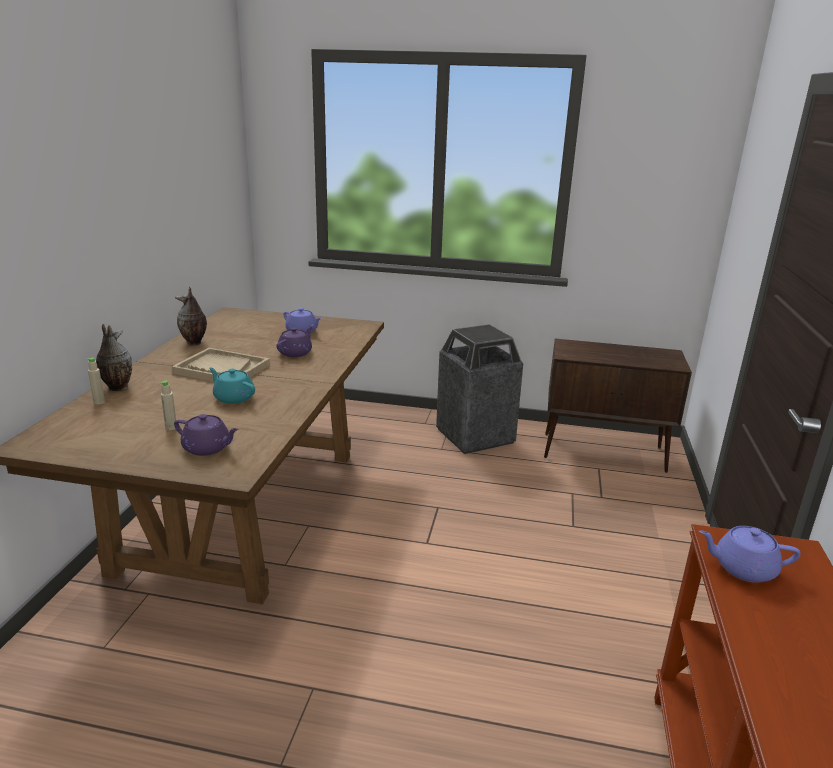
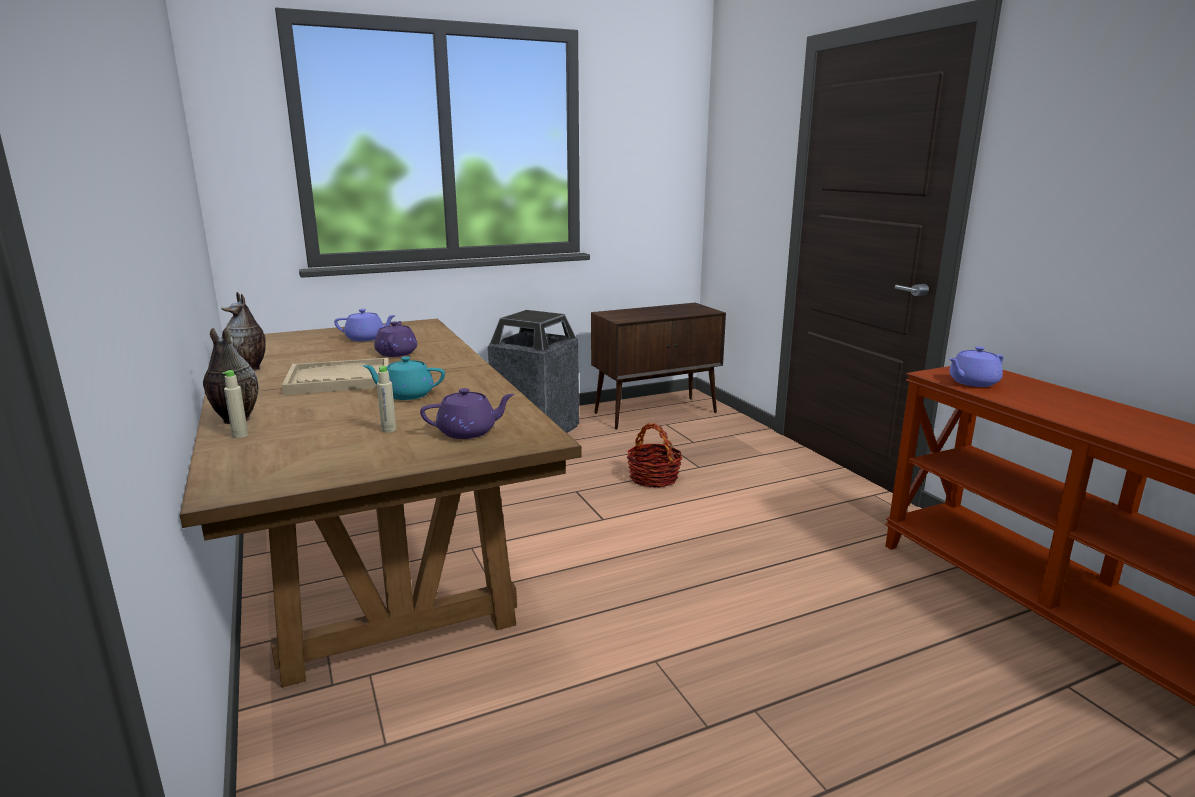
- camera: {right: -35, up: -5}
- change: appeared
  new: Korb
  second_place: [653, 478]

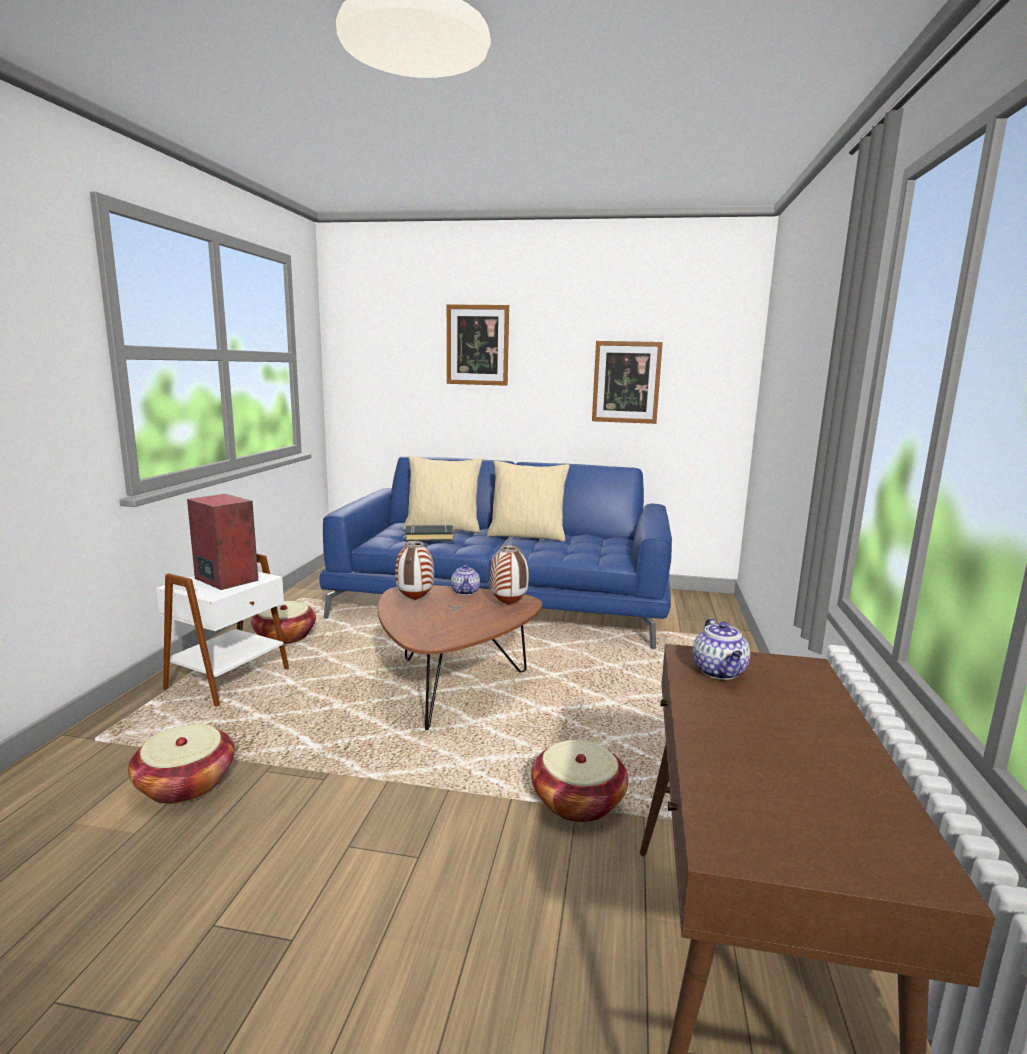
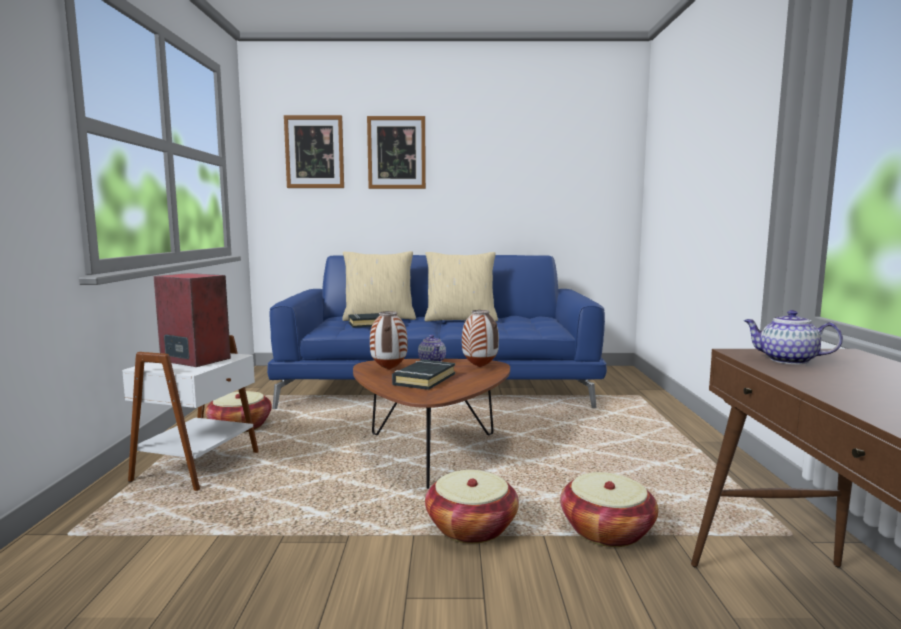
- camera: {right: -10, up: -5}
- change: relocated
  old: Korb
  first_place: [185, 784]
  second_place: [471, 527]
- change: relocated
  old: Bild
  first_place: [626, 382]
  second_place: [314, 152]
- change: spun
  old: Teekanne
  first_place: [720, 672]
  second_place: [786, 360]
  degrees: 135
- change: appeared
  new: Buch/schwarz
  second_place: [424, 379]

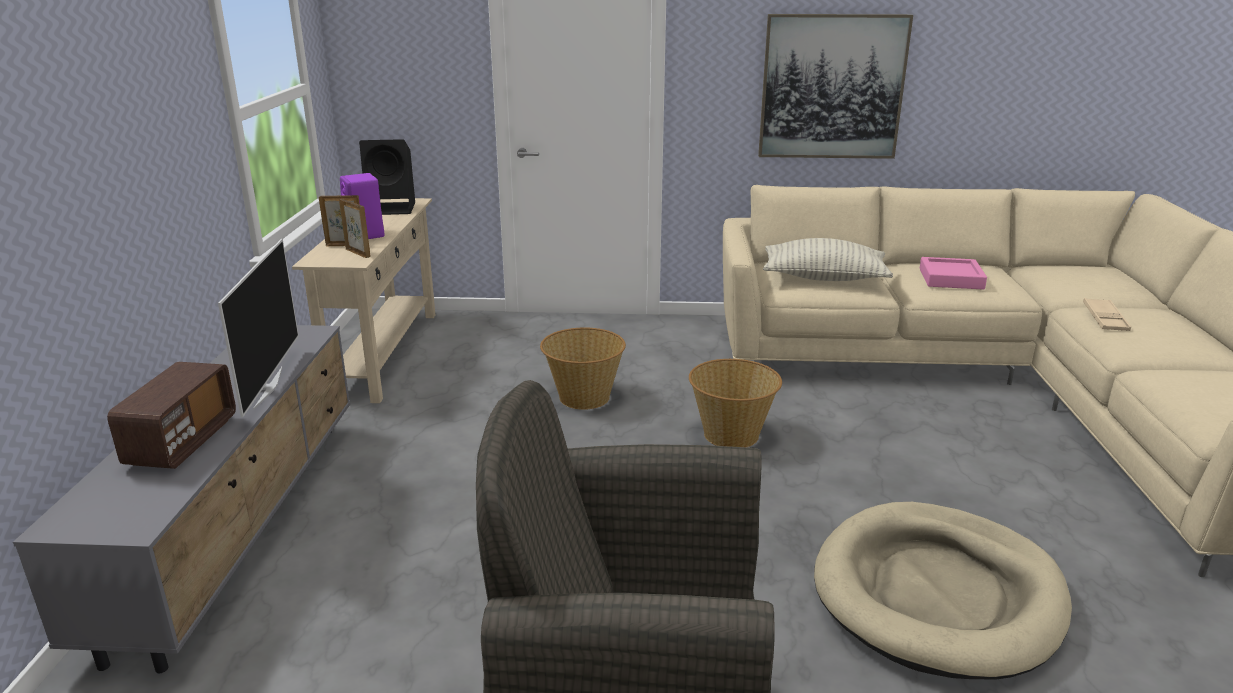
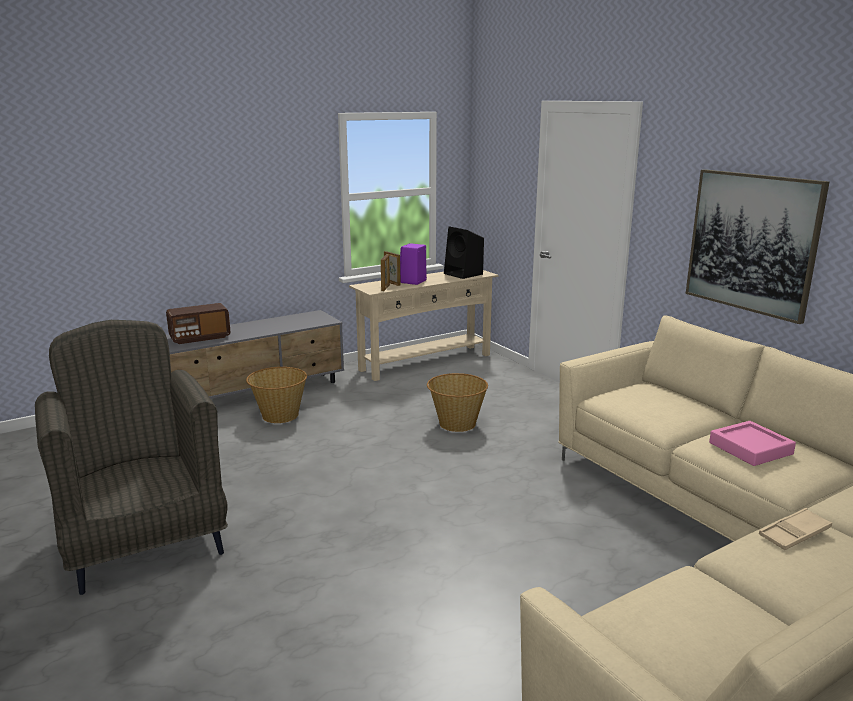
- camera: {right: 55, up: -5}
- change: missing
  old: Fernseher
  first_place: [266, 387]
- change: relocated
  old: Korb
  first_place: [731, 435]
  second_place: [279, 416]
- change: missing
  old: Kissen
  first_place: [824, 278]
- change: missing
  old: Hundebett/beige
  first_place: [937, 594]

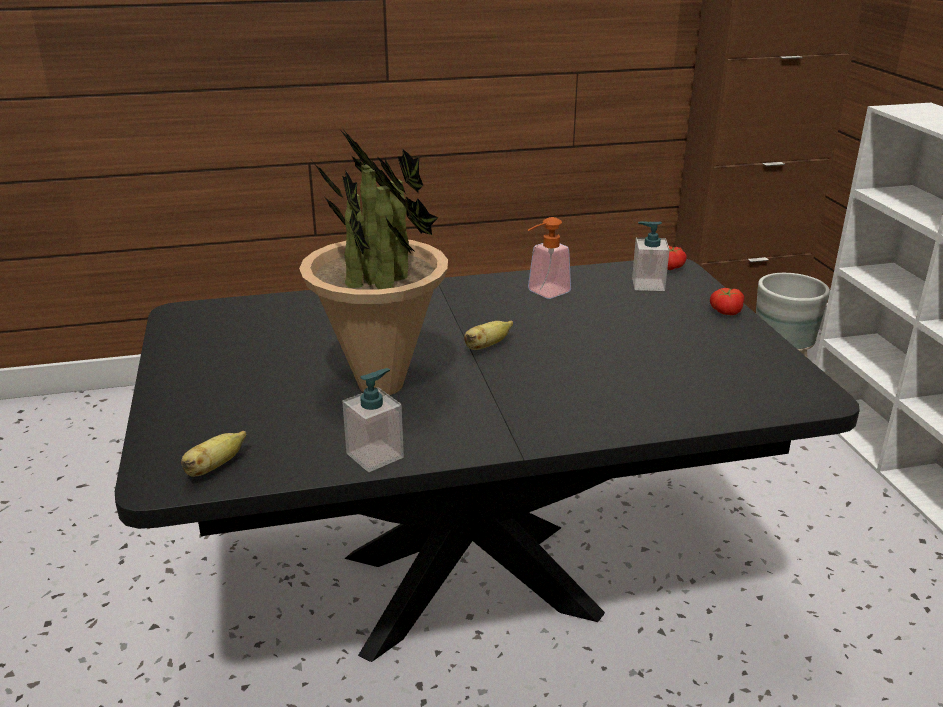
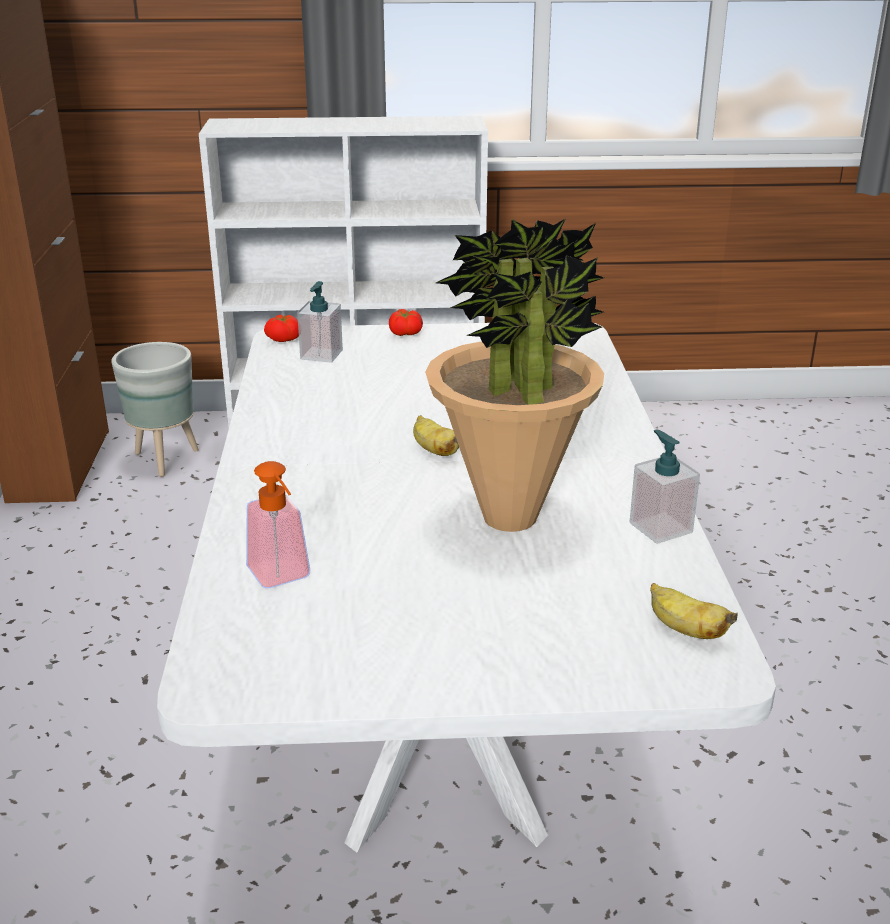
- camera: {right: -80, up: 0}
- change: colour
  old: Esstisch/schwarz
  new: Esstisch/weiß
  first_place: [471, 586]
  second_place: [443, 739]
- change: relocated
  old: Seifenspender
  first_place: [543, 293]
  second_place: [283, 578]

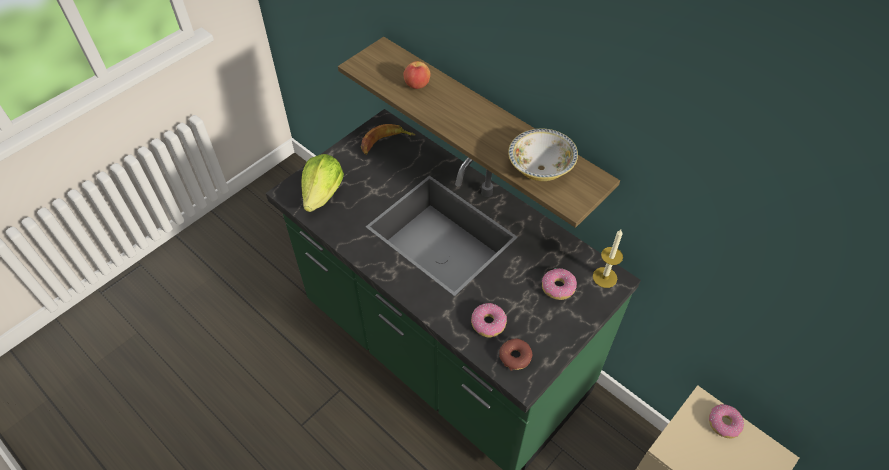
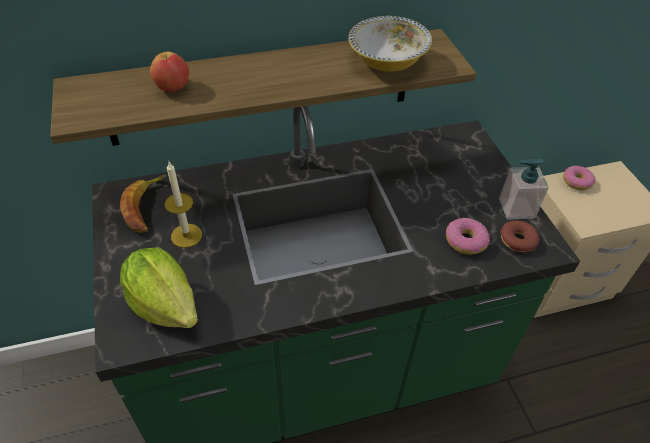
- camera: {right: -60, up: -5}
- change: missing
  old: Donut
  first_place: [558, 287]
- change: relocated
  old: Kerze
  first_place: [604, 277]
  second_place: [186, 235]
- change: appeared
  new: Seifenspender
  second_place: [516, 208]

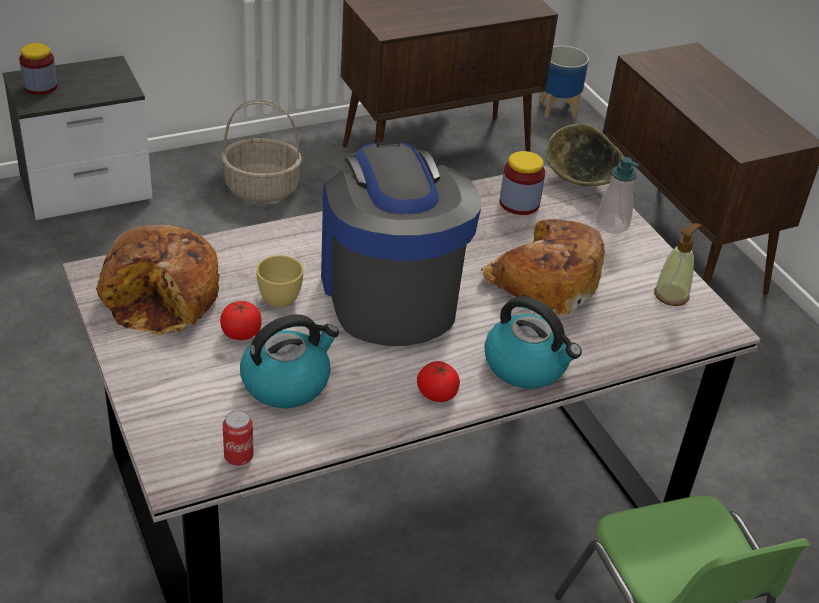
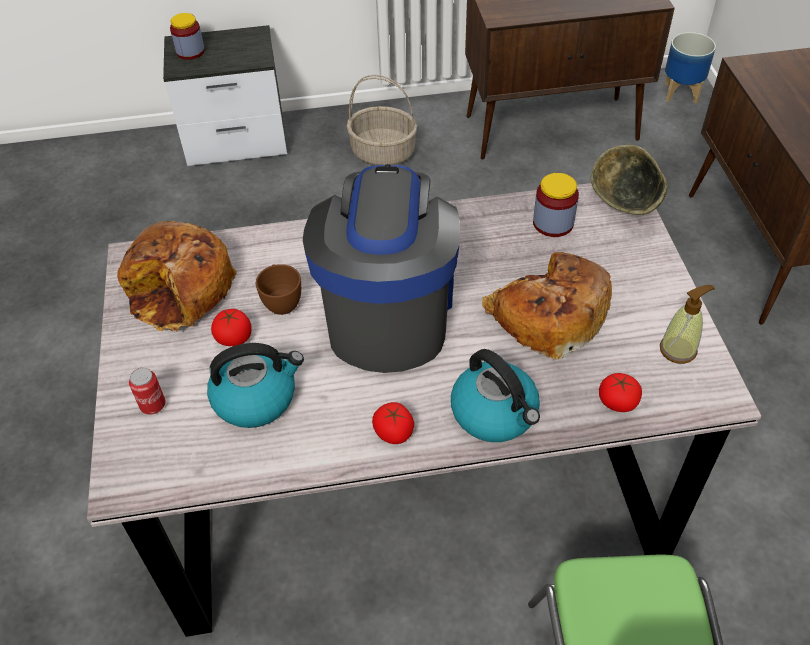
- camera: {right: 20, up: 10}
- change: relocated
  old: Dose
  first_place: [238, 457]
  second_place: [153, 405]
- change: colour
  old: Tasse/gelb
  new: Tasse/braun
  first_place: [277, 296]
  second_place: [281, 301]
- change: missing
  old: Seifenspender
  first_place: [612, 225]
- change: appeared
  new: Tomate
  second_place: [617, 402]

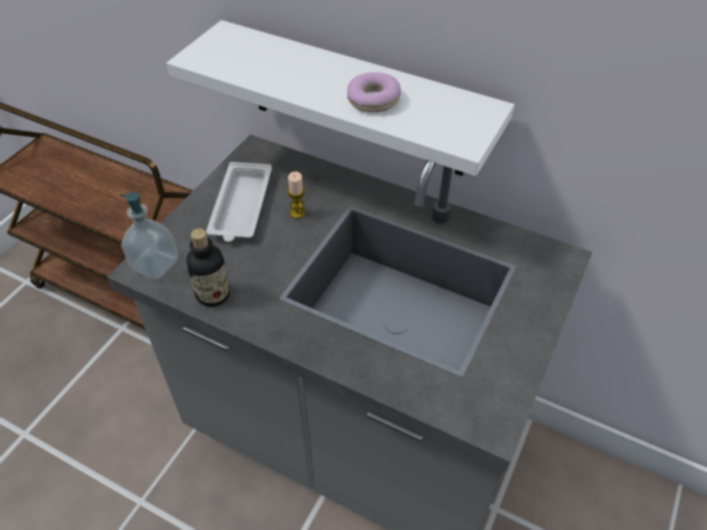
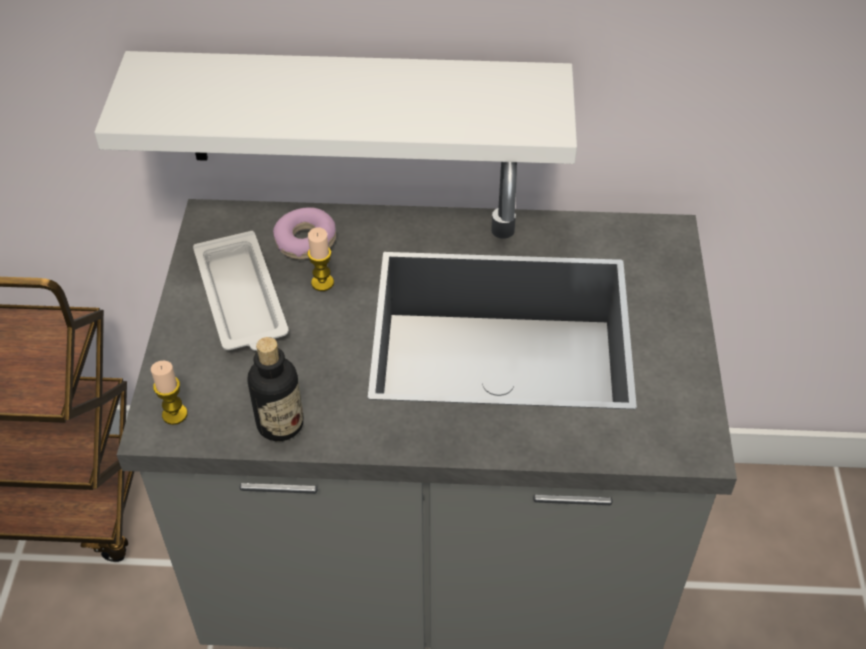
- camera: {right: -25, up: 0}
- change: exchanged
  old: Seifenspender
  new: Kerze
  first_place: [155, 264]
  second_place: [174, 414]
- change: relocated
  old: Donut
  first_place: [373, 100]
  second_place: [305, 241]

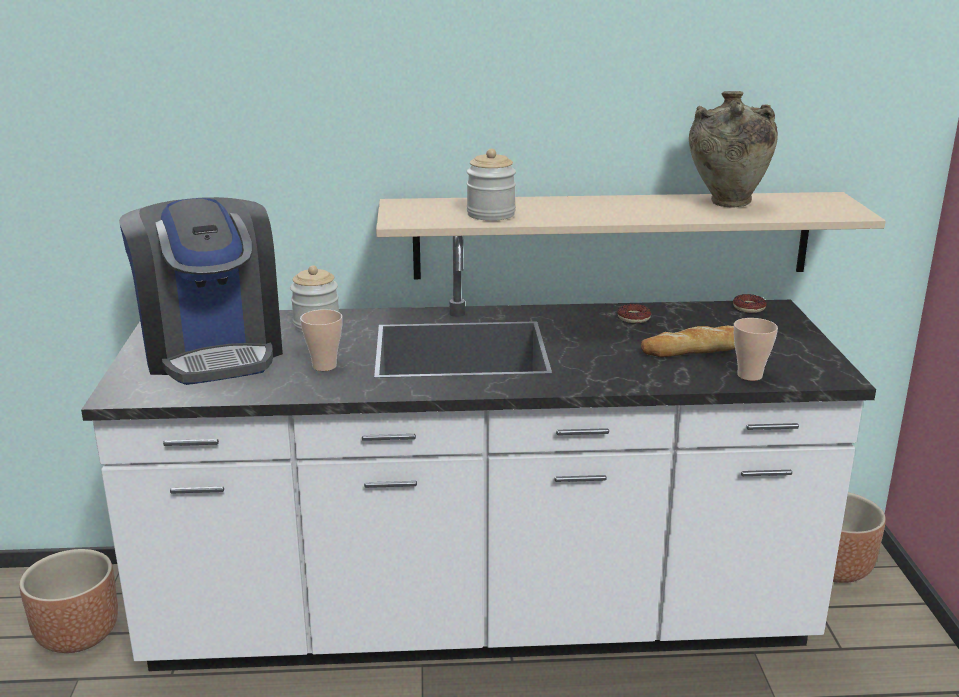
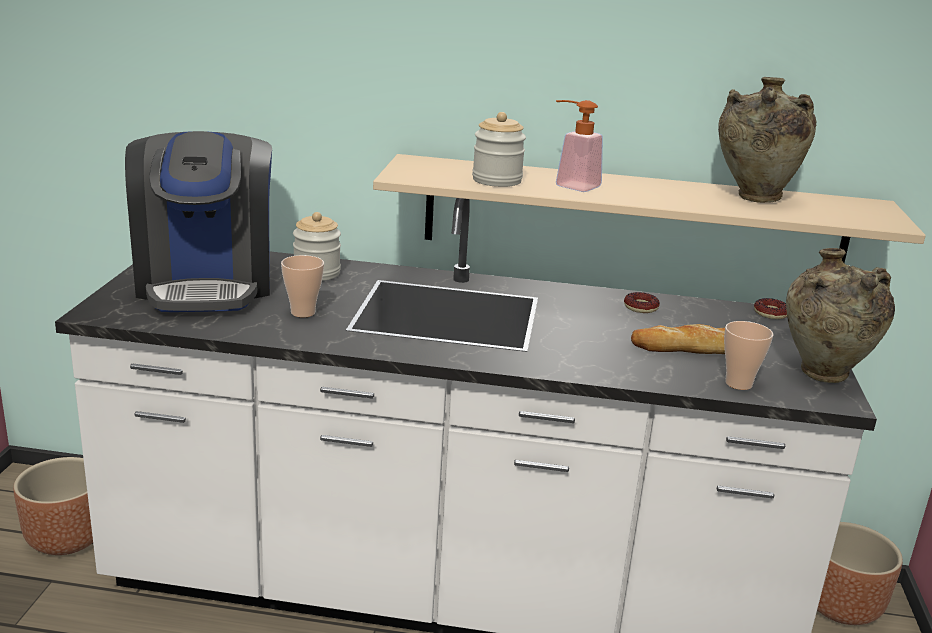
- camera: {right: 10, up: 0}
- change: appeared
  new: Seifenspender
  second_place: [571, 185]
- change: appeared
  new: Vase/beige
  second_place: [823, 376]

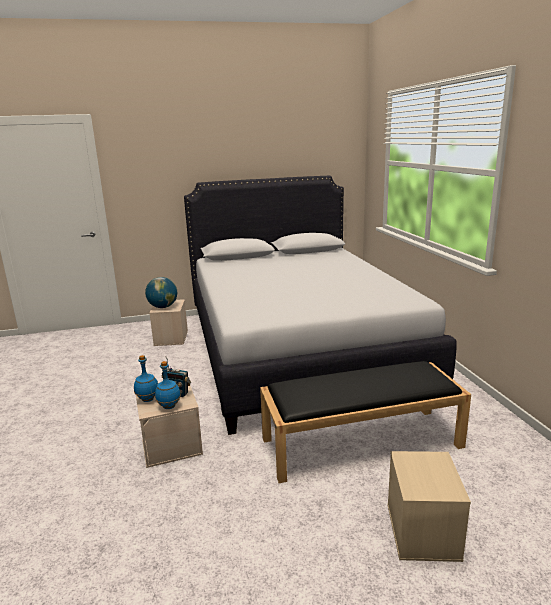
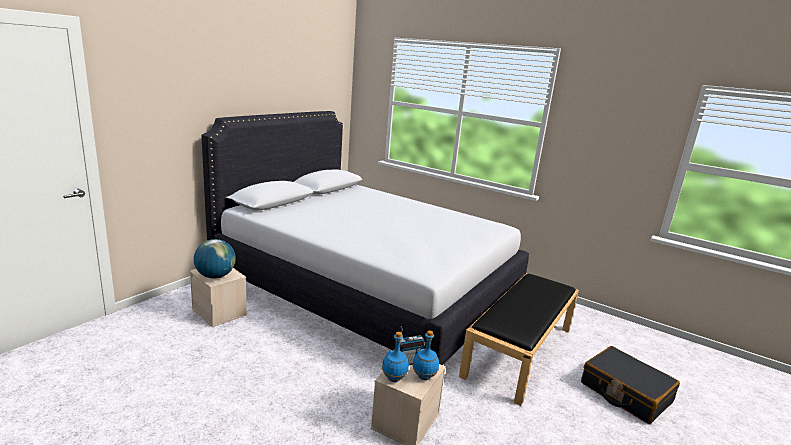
- camera: {right: -45, up: 0}
- change: exchanged
  old: Aufbewahrungsbox/beige
  new: Koffer/schwarz
  first_place: [423, 532]
  second_place: [625, 393]

